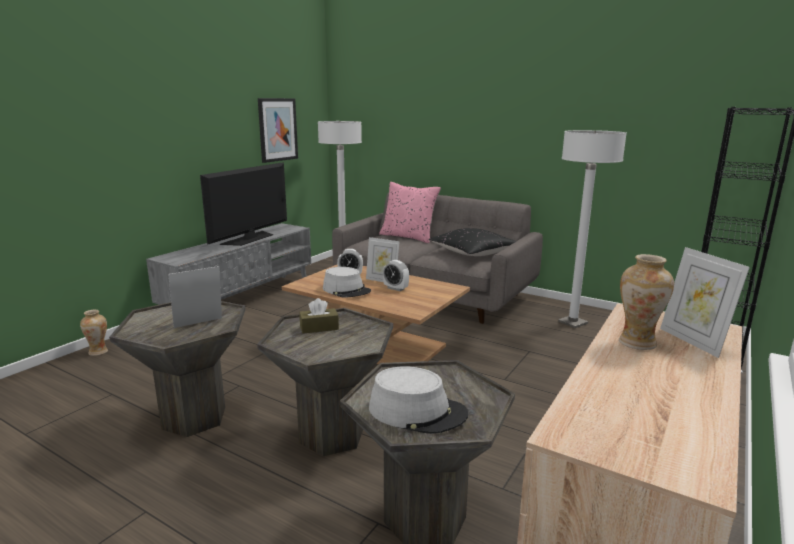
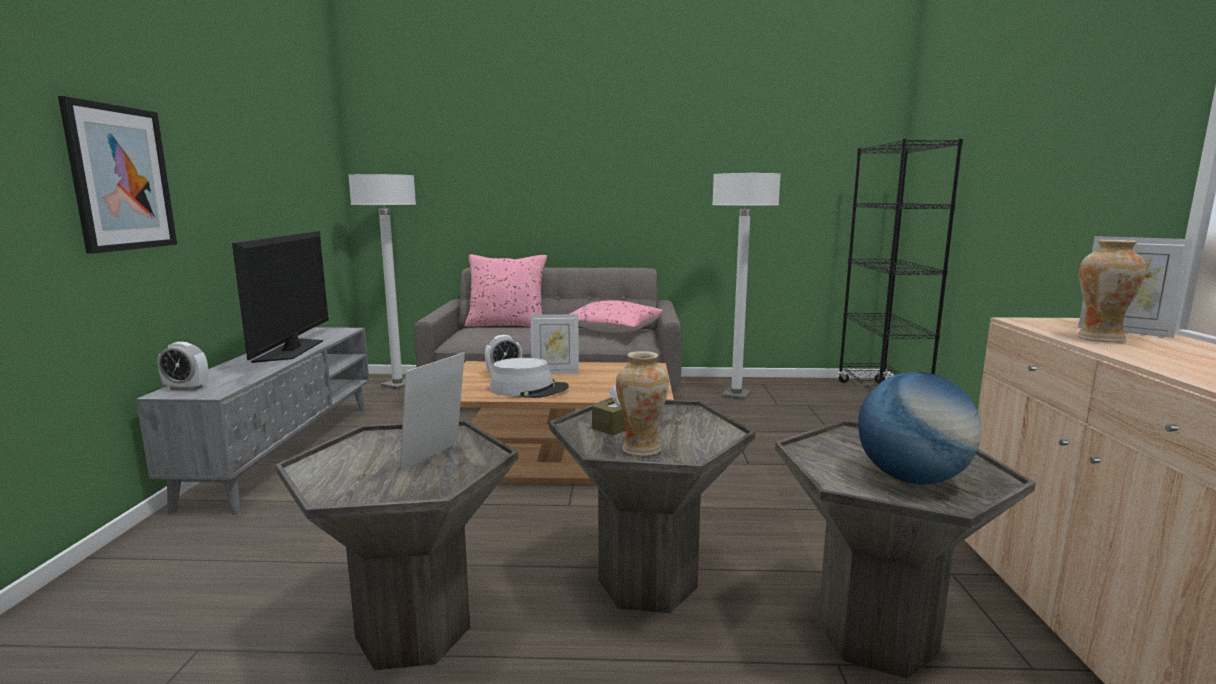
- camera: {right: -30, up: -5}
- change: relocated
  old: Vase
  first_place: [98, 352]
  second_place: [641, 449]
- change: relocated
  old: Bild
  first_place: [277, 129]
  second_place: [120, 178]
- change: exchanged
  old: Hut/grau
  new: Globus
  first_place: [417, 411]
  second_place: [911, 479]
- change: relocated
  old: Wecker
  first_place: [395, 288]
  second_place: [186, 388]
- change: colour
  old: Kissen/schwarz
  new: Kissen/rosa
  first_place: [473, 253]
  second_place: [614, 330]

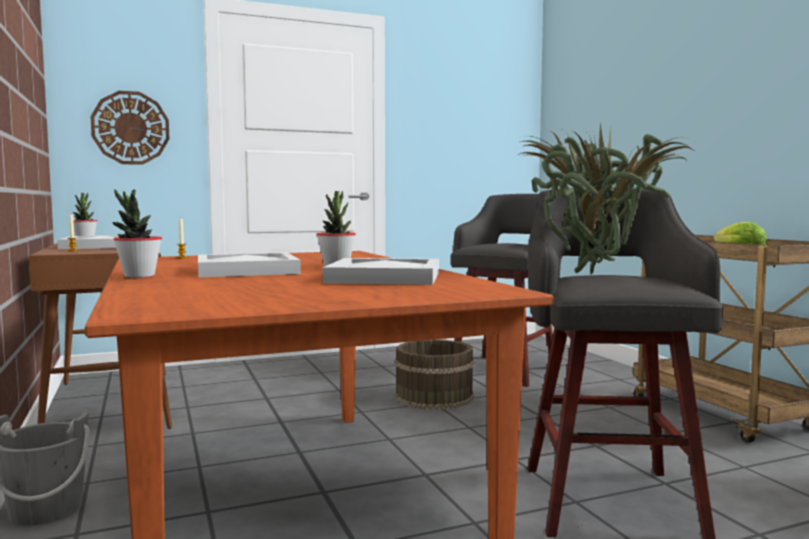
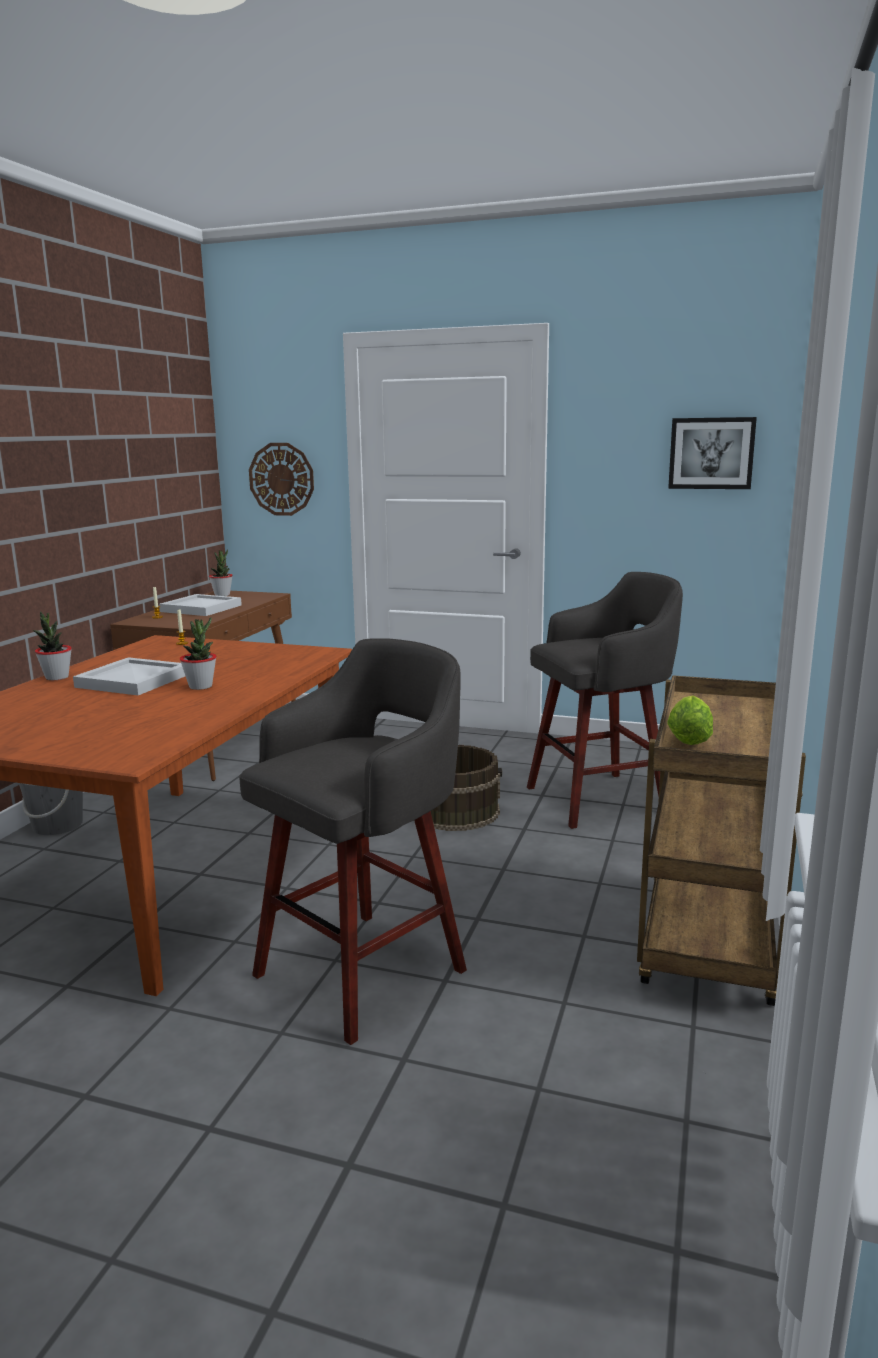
- camera: {right: 40, up: 10}
- change: missing
  old: Tablett/weiß
  first_place: [386, 277]
- change: missing
  old: Topfpflanze
  first_place: [600, 275]
- change: appeared
  new: Bild
  second_place: [711, 453]

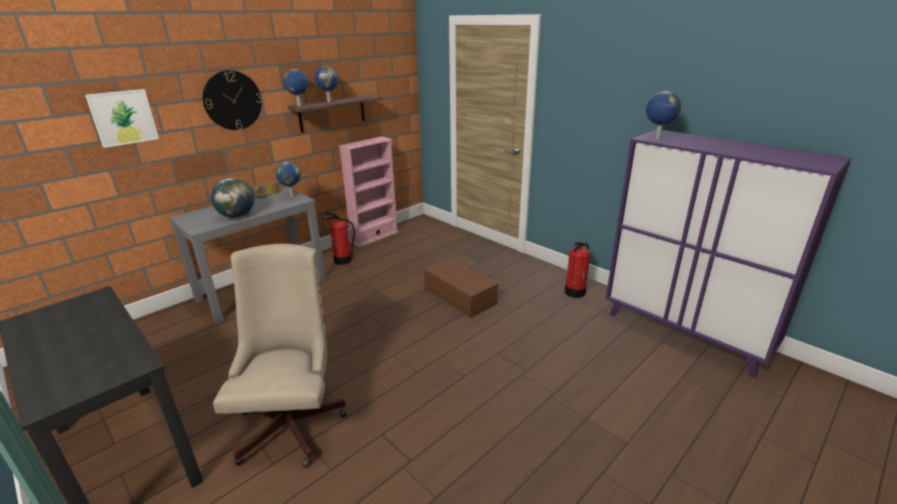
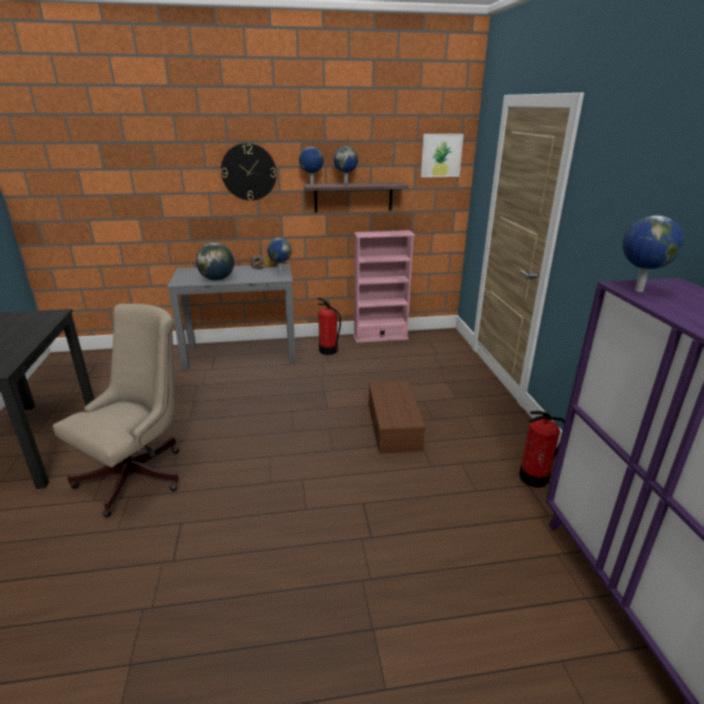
- camera: {right: 35, up: 0}
- change: relocated
  old: Bild
  first_place: [123, 117]
  second_place: [441, 155]

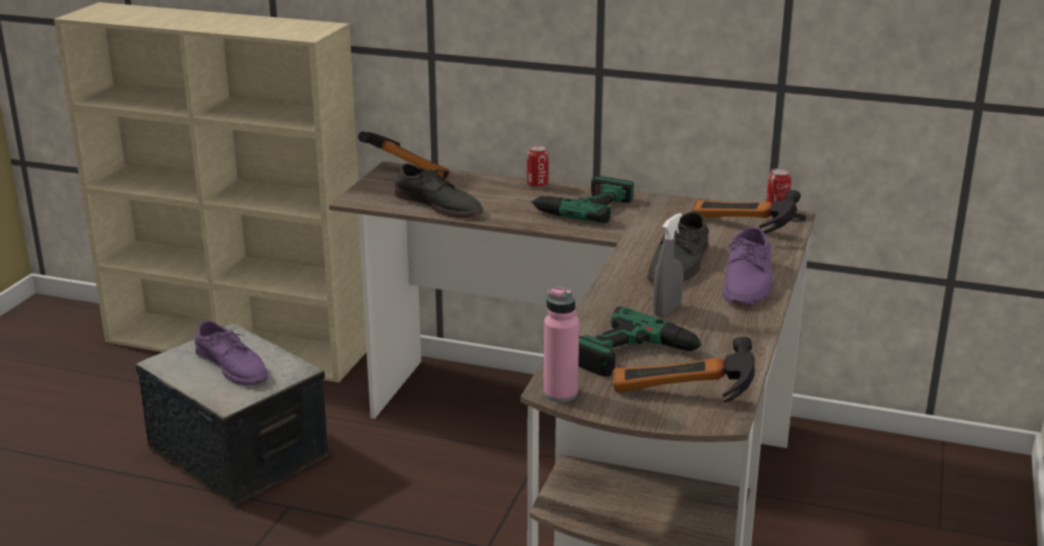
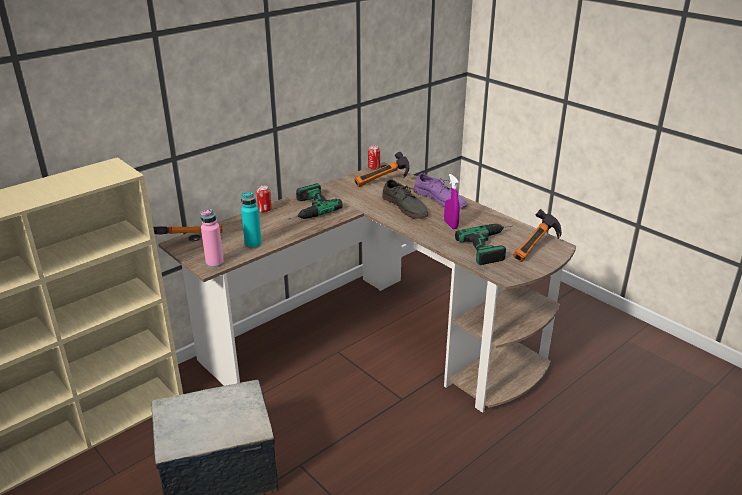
- camera: {right: -60, up: 5}
- change: missing
  old: Schuh/lila
  first_place: [232, 365]
- change: exchanged
  old: Schuh/grau
  new: Flasche/türkis
  first_place: [439, 204]
  second_place: [253, 244]
- change: relocated
  old: Flasche/rosa
  first_place: [560, 393]
  second_place: [214, 263]
- change: colour
  old: Sprühflasche/grau
  new: Sprühflasche/lila
  first_place: [667, 310]
  second_place: [450, 225]

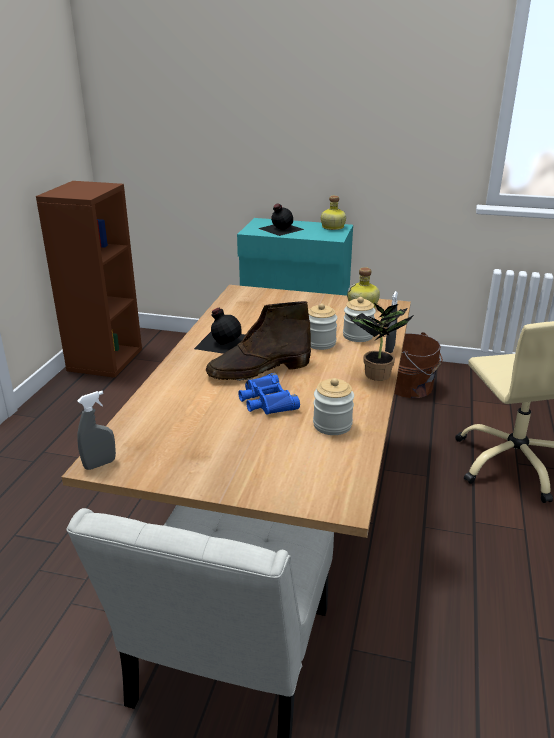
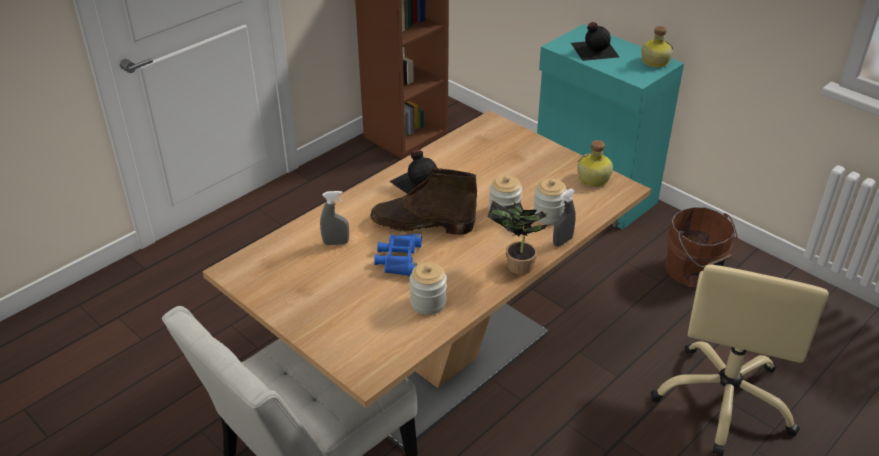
- camera: {right: 30, up: 10}
- change: relocated
  old: Sprühflasche/grau
  first_place: [100, 464]
  second_place: [336, 243]

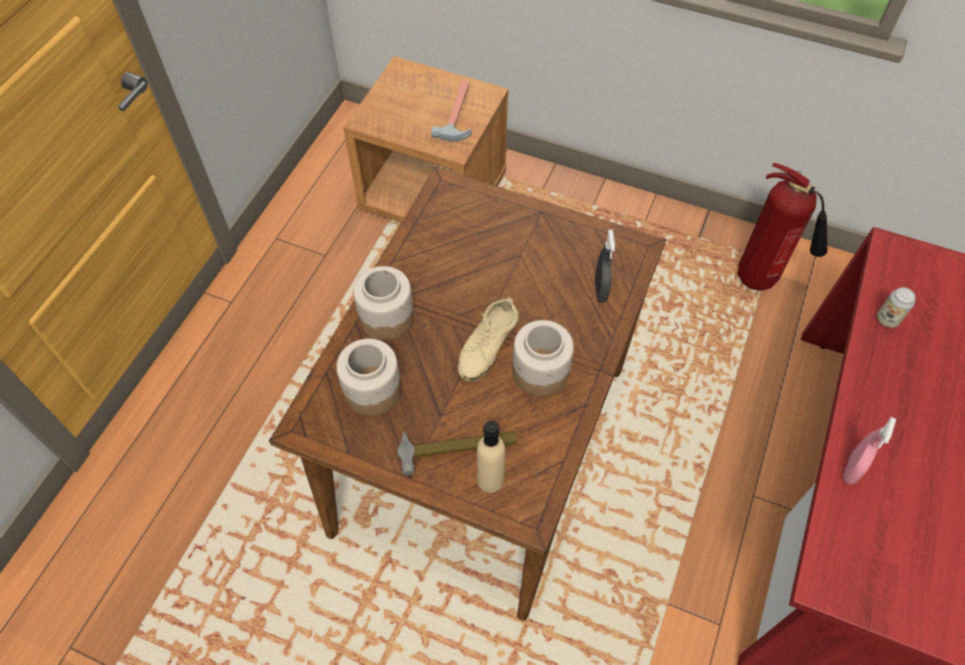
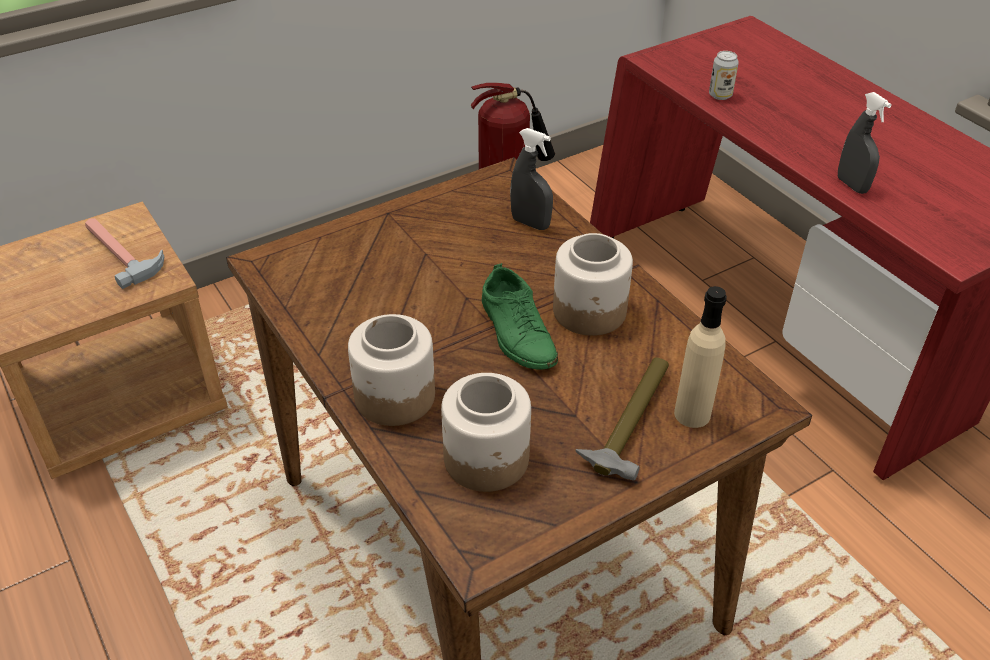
- camera: {right: -55, up: -15}
- change: colour
  old: Schuh/beige
  new: Schuh/grün
  first_place: [488, 345]
  second_place: [517, 332]
- change: colour
  old: Sprühflasche/rosa
  new: Sprühflasche/grau
  first_place: [851, 469]
  second_place: [852, 185]

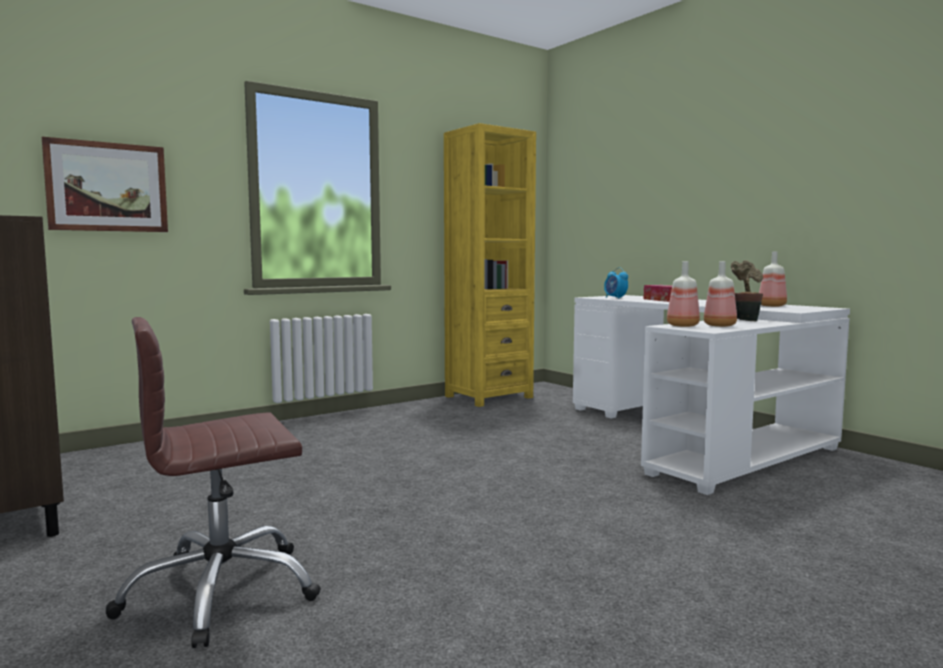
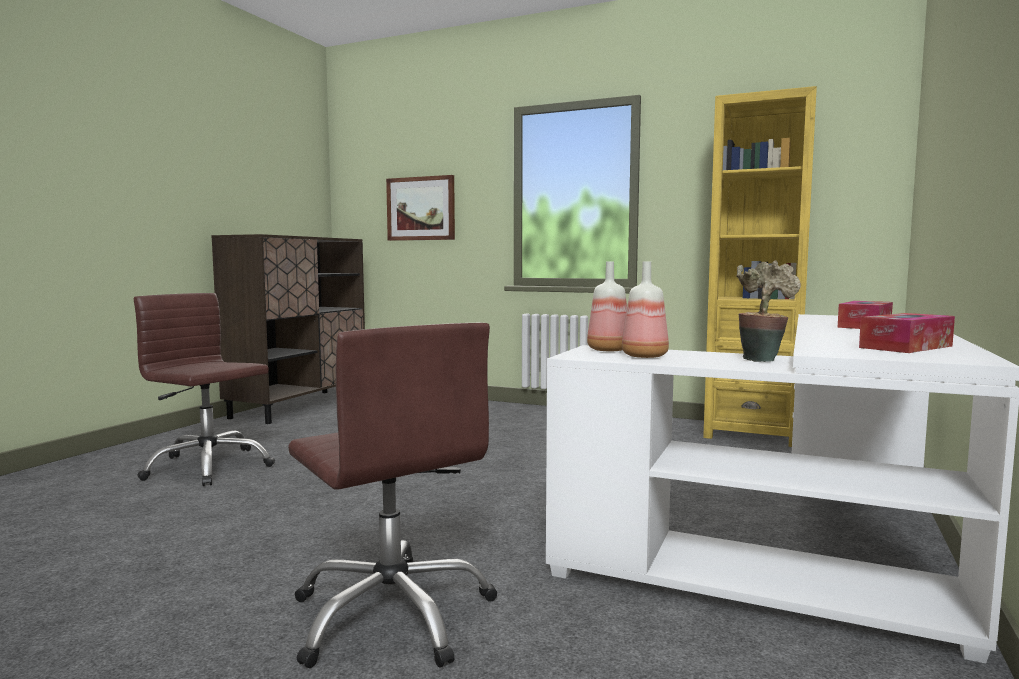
- camera: {right: 60, up: 0}
- change: missing
  old: Wecker
  first_place: [615, 298]
- change: exchanged
  old: Flasche
  new: Taschentuchbox
  first_place: [773, 306]
  second_place: [906, 347]
- change: appeared
  new: Bürostuhl/braun
  second_place: [393, 614]

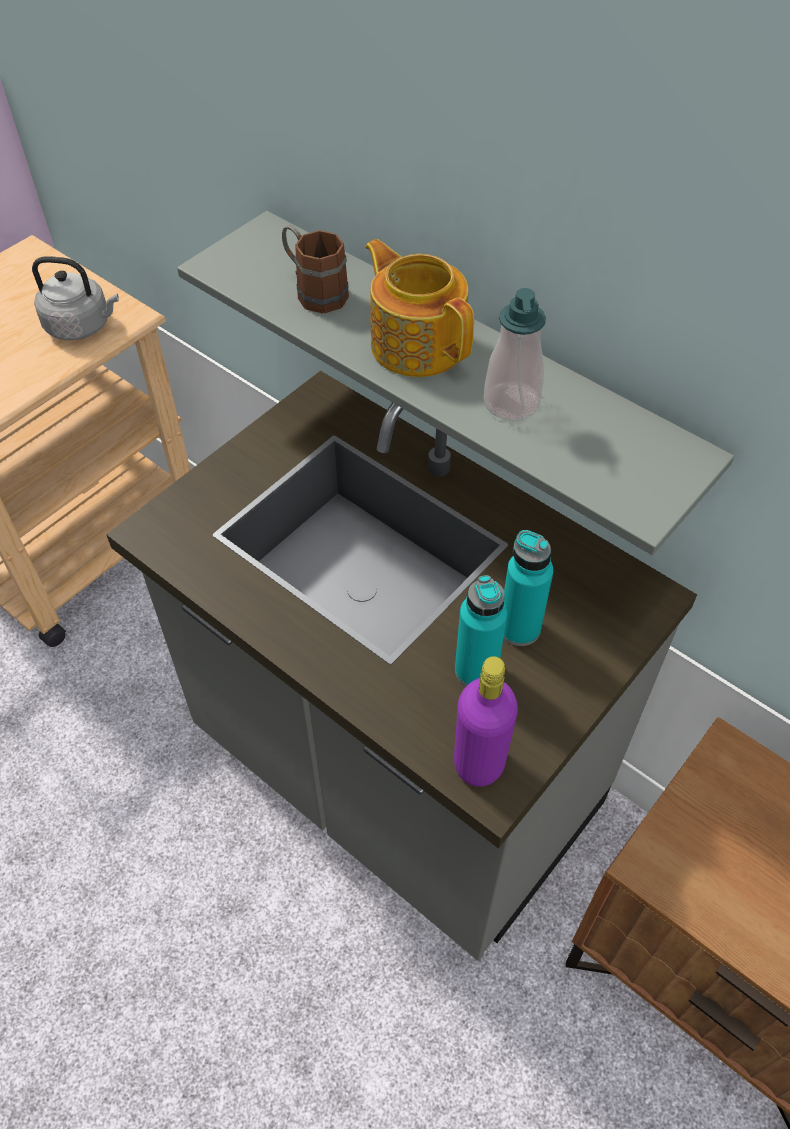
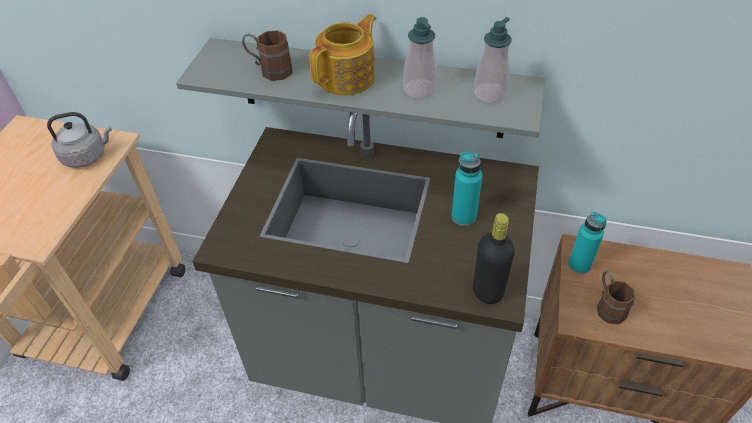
- camera: {right: -25, up: -5}
- change: spun
  old: Teekanne
  first_place: [417, 343]
  second_place: [348, 78]
  degrees: 105
- change: colour
  old: Flasche/lila
  new: Flasche/schwarz
  first_place: [479, 763]
  second_place: [488, 291]
- change: relocated
  old: Flasche/türkis
  first_place: [476, 670]
  second_place: [579, 265]
- change: appeared
  new: Seifenspender
  second_place: [490, 94]
- change: appeared
  new: Henkelbecher/braun
  second_place: [608, 306]

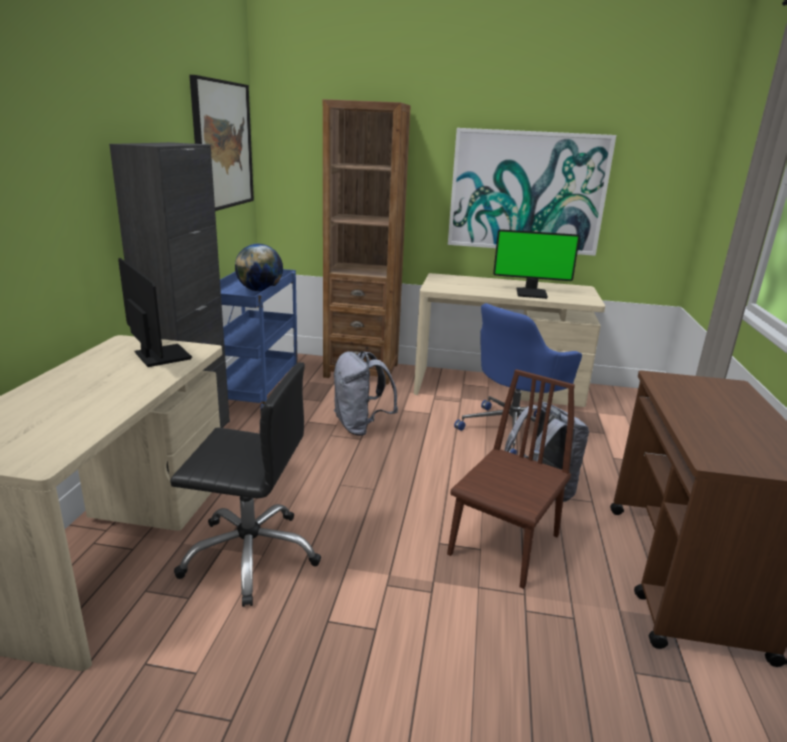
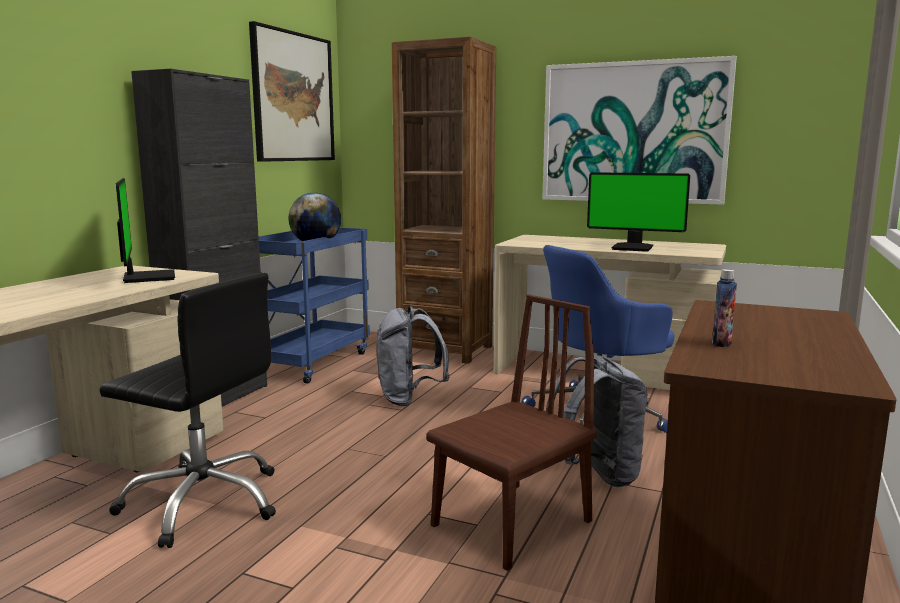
- camera: {right: 15, up: -10}
- change: appeared
  new: Flasche
  second_place: [721, 343]

